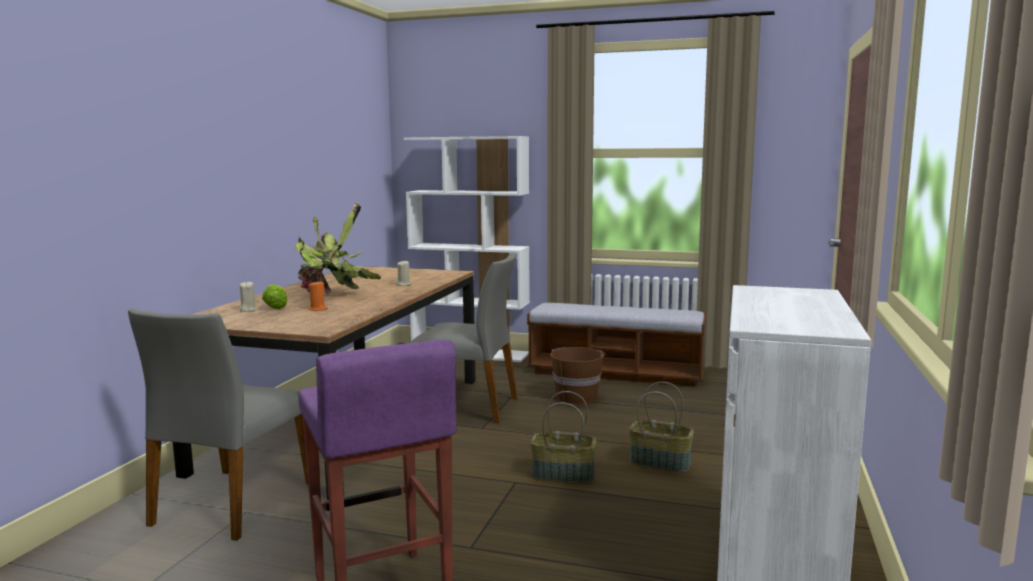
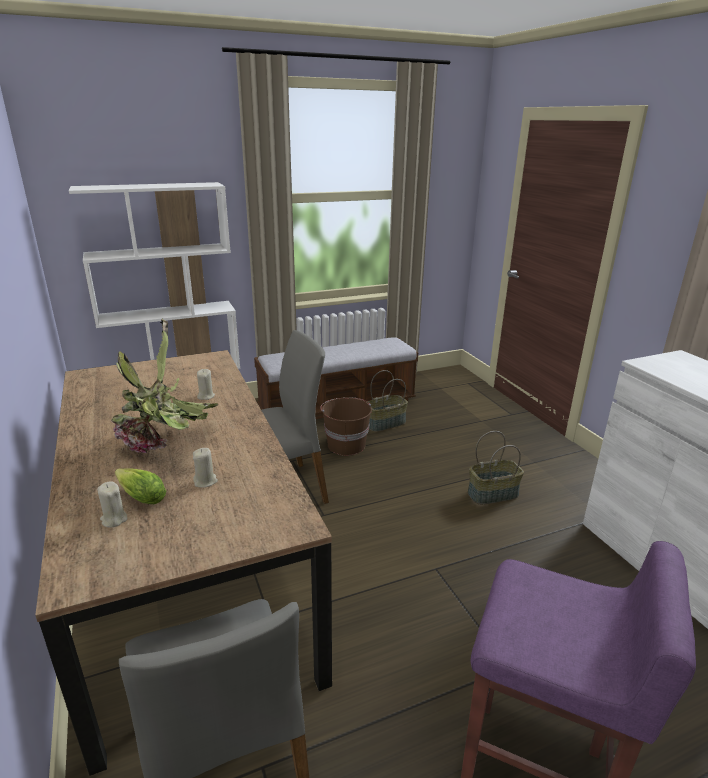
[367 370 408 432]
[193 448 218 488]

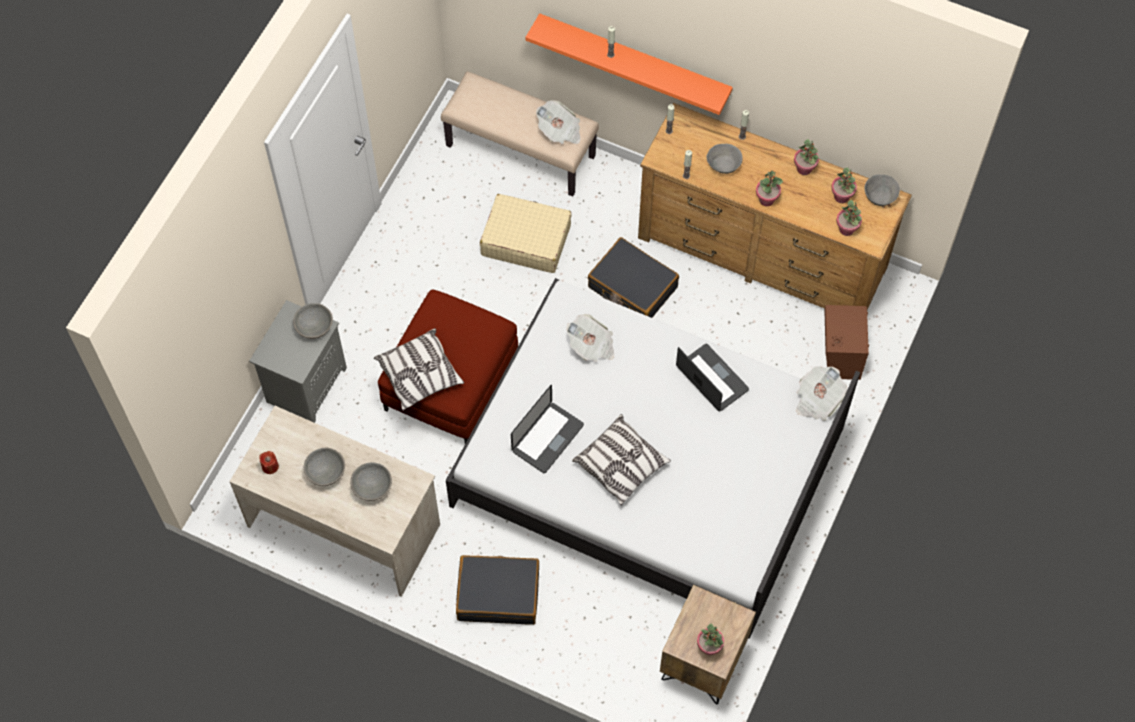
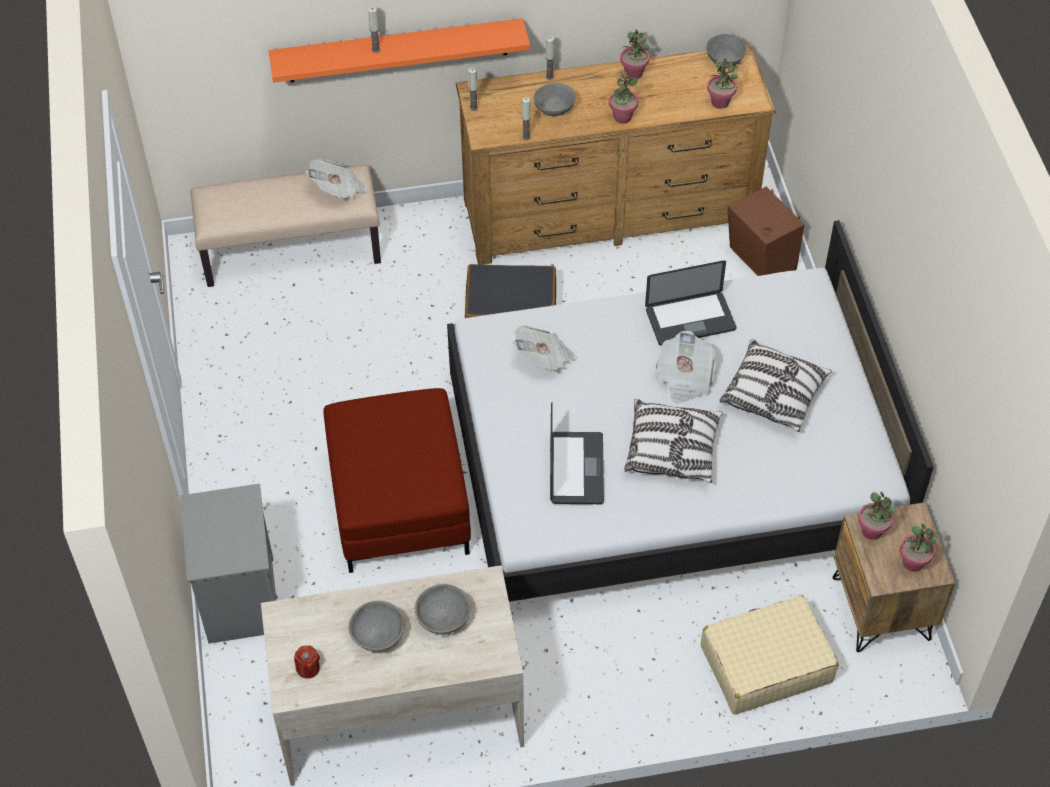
[293 303 333 339] (first image)
[456 555 539 625] (first image)
[719 339 832 432]
[701 595 839 715]
[656 331 717 404]
[858 491 895 540]
[645 260 736 345]

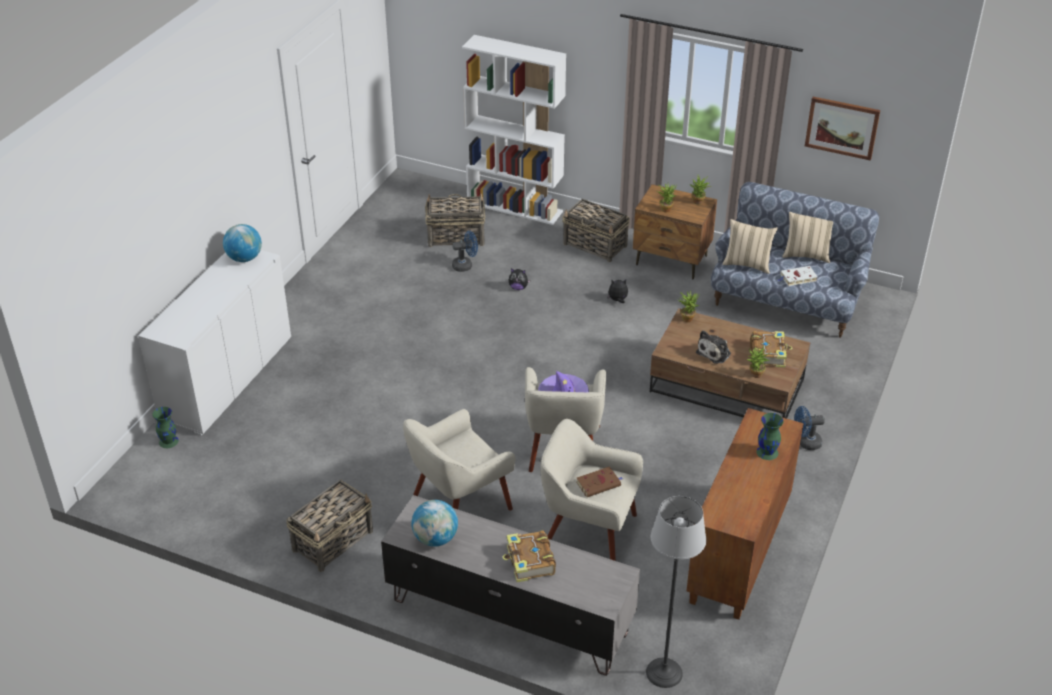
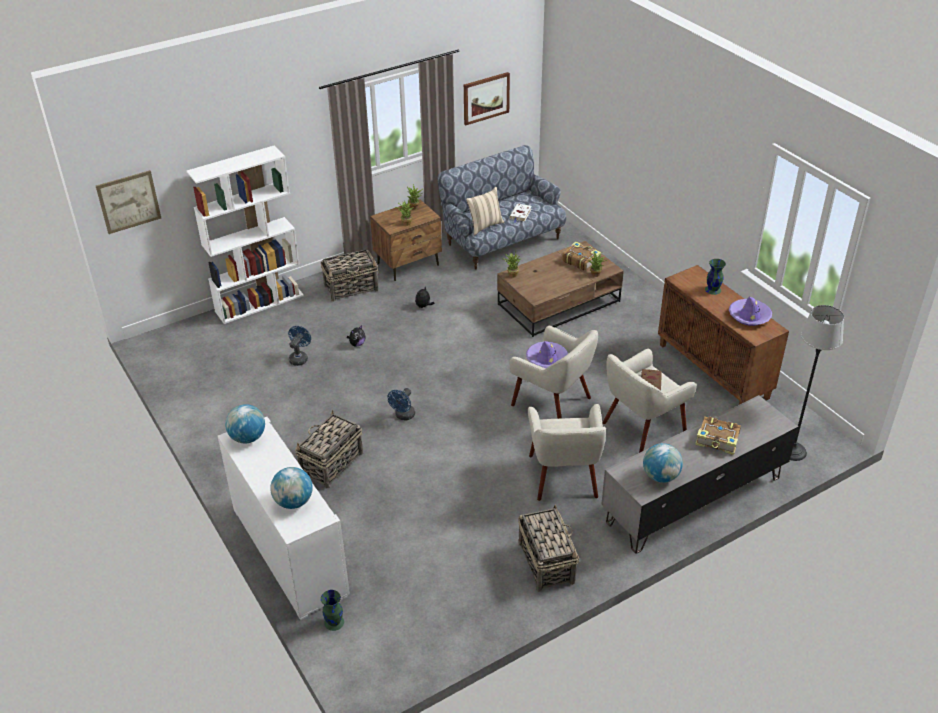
[696 330 731 364] (first image)
[782 212 833 263] (first image)
[96 170 161 234]
[270 467 313 509]
[729 296 772 326]
[295 410 363 488]
[387 388 415 421]

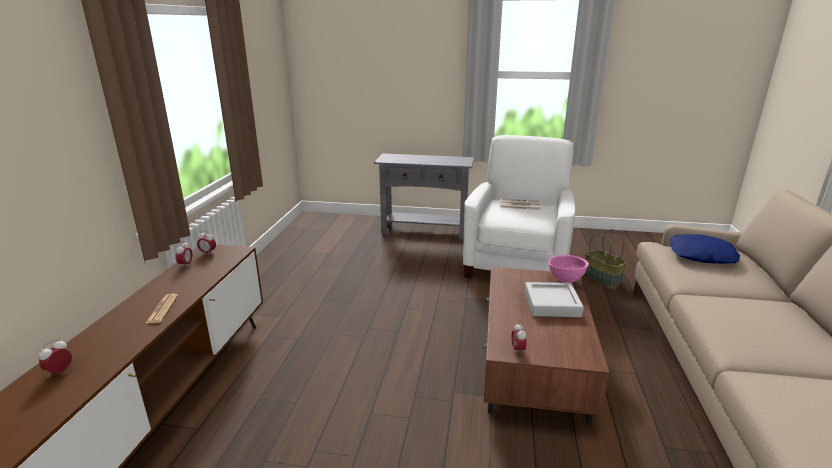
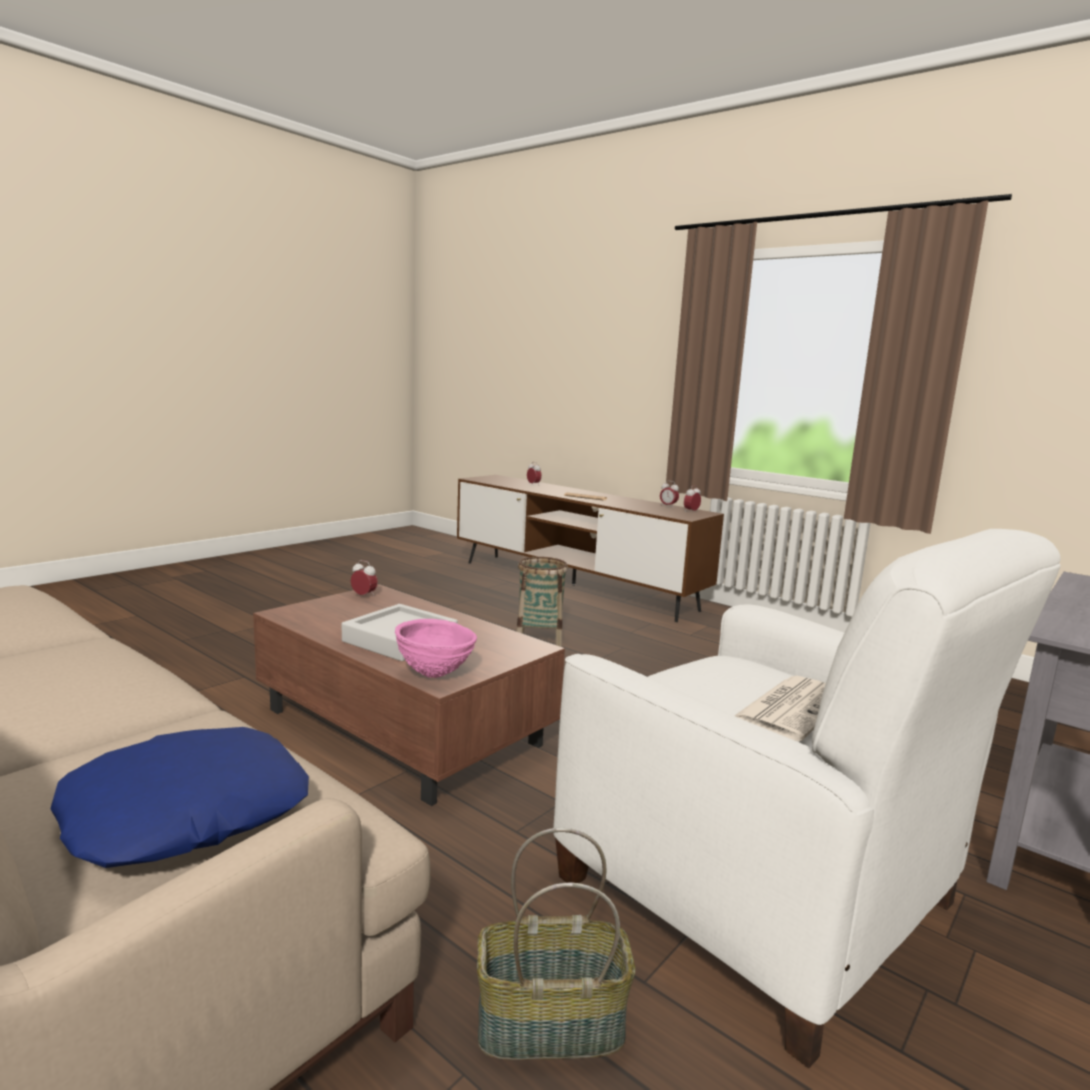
[516 557 568 647]

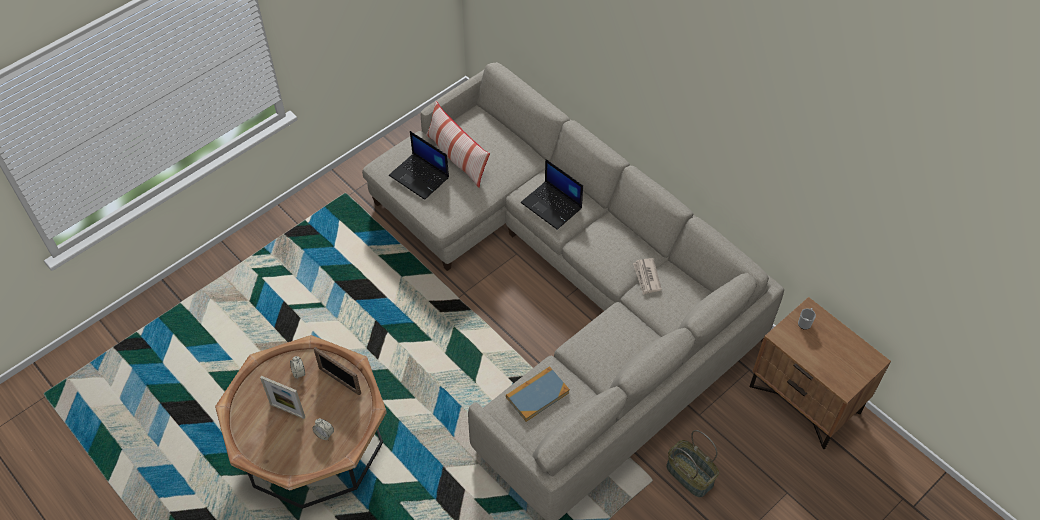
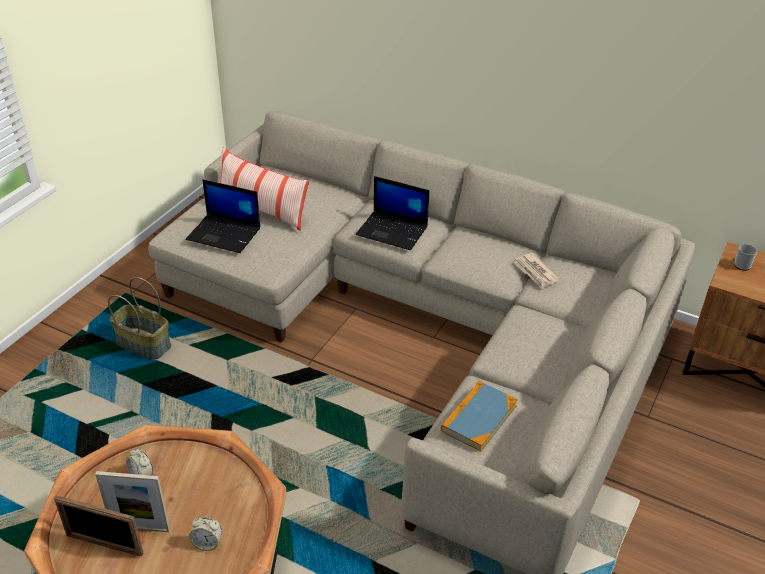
[54 496 144 556]
[108 277 171 360]

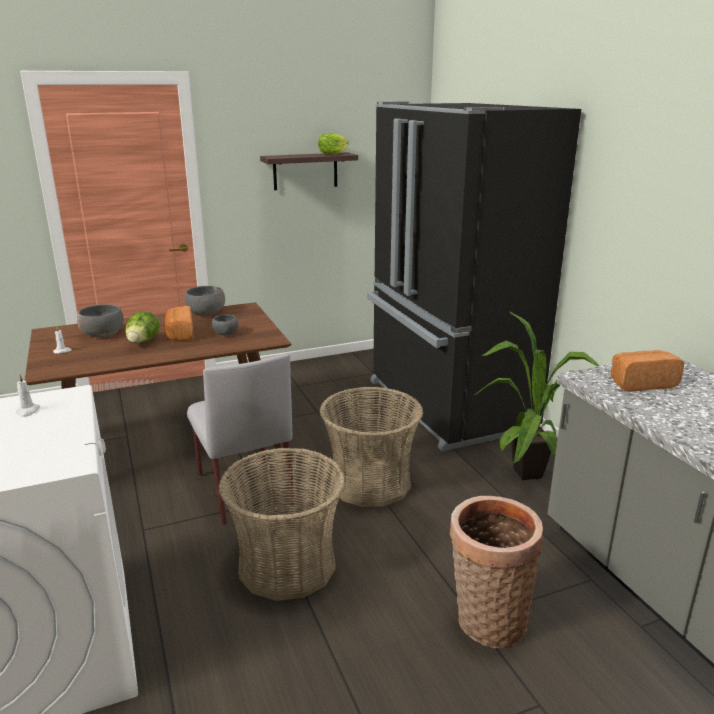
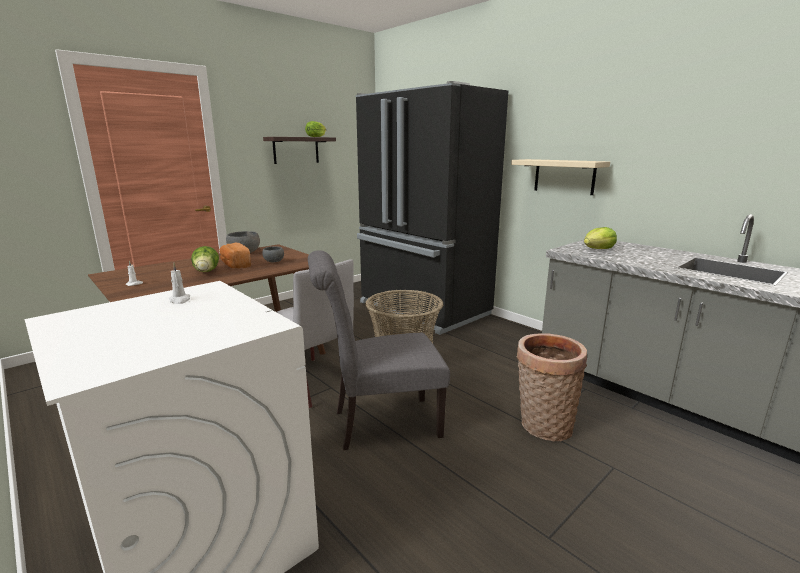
[77 304 124 338] (first image)
[475 312 599 480] (first image)
[511 159 610 195]
[308 250 450 450]
[584 227 617 249]

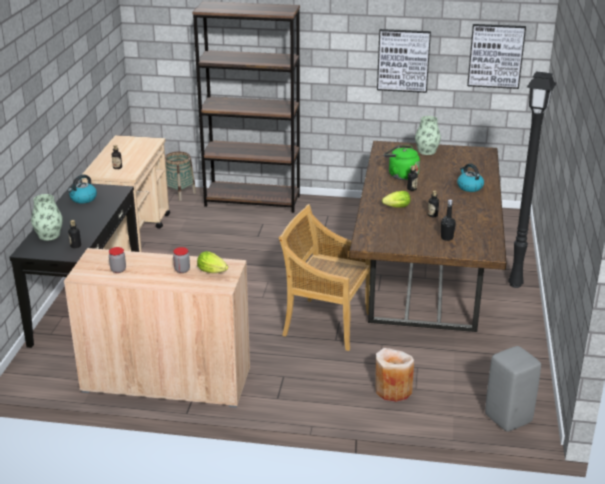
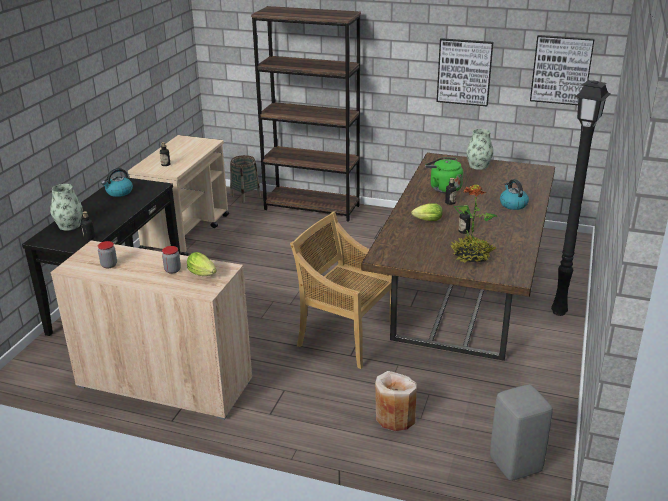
[450 184 497 263]

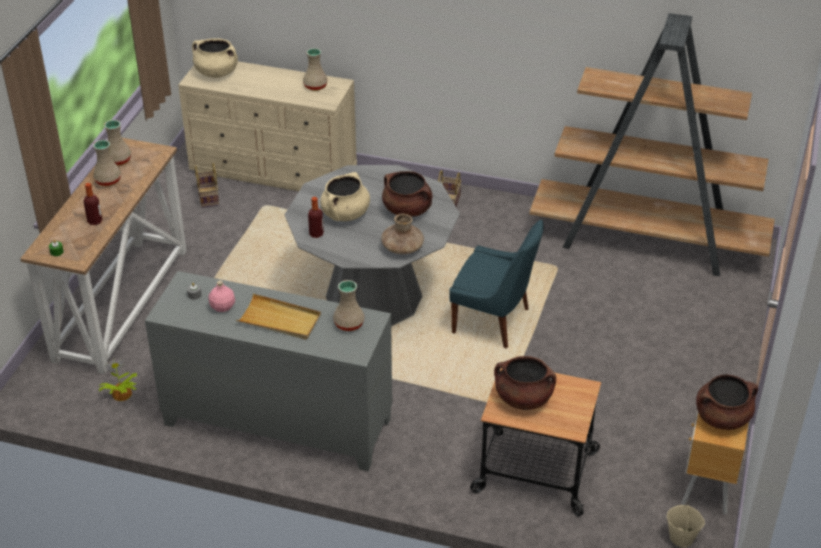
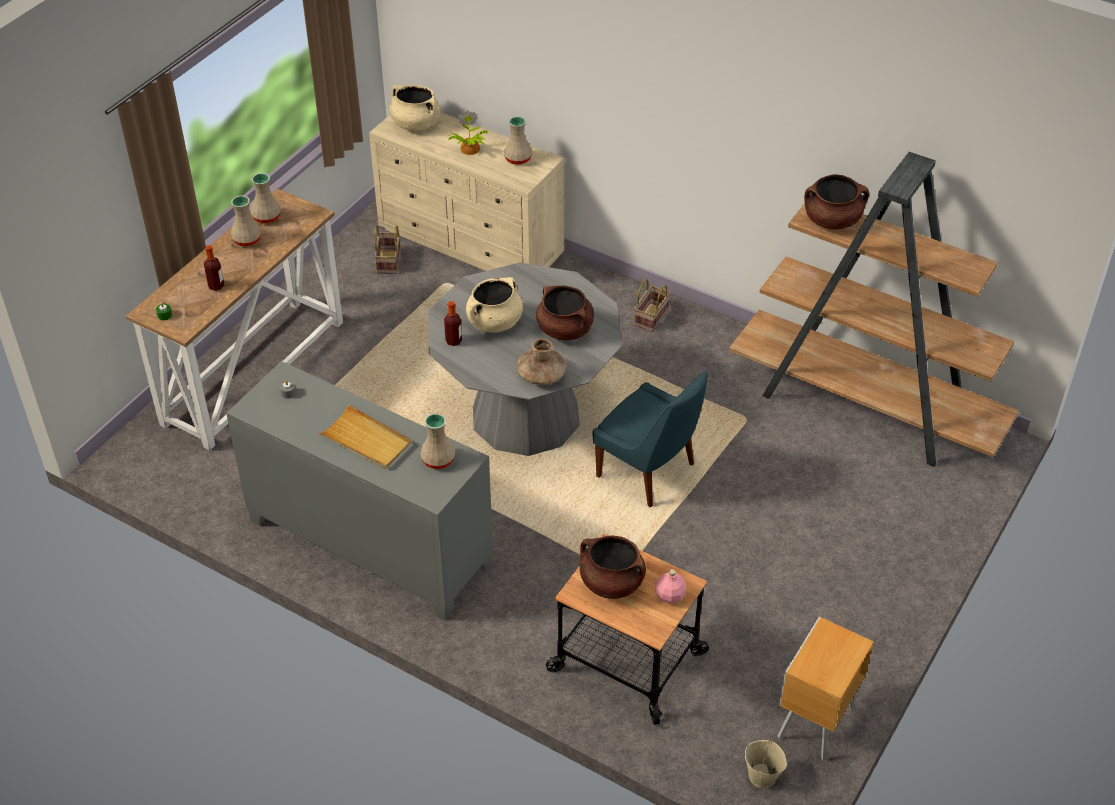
[448 110 488 155]
[656 569 686 604]
[804 174 869 230]

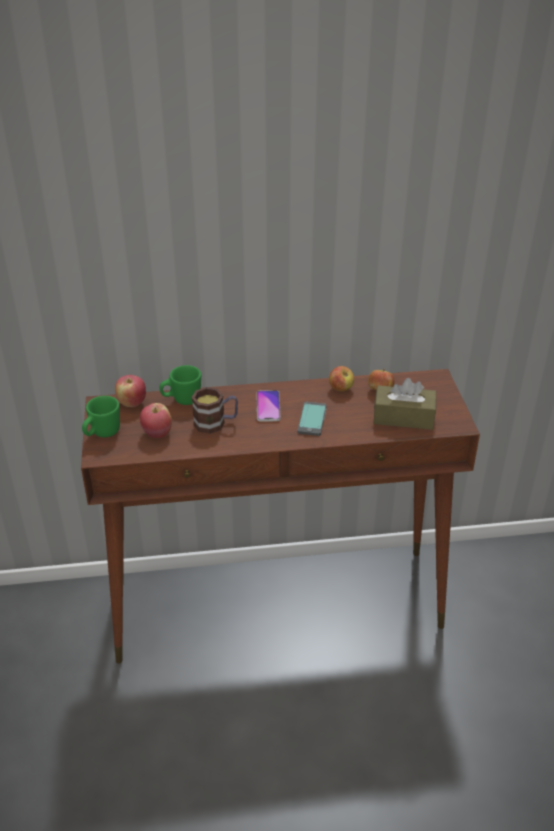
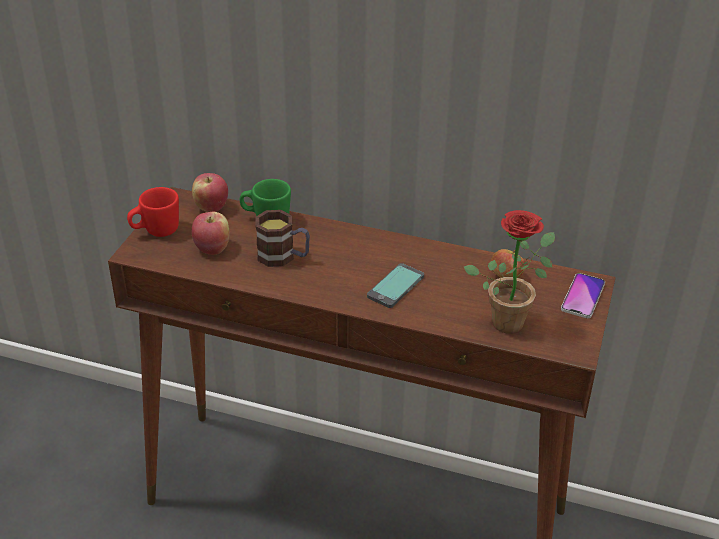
[329 366 354 391] (first image)
[561 273 605 318]
[464 210 555 334]
[127 187 179 237]

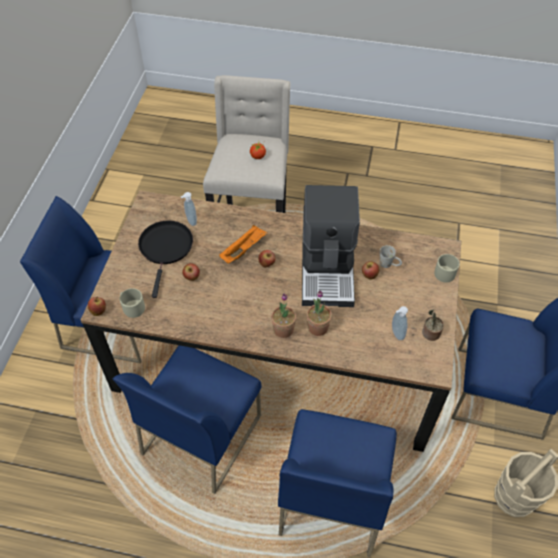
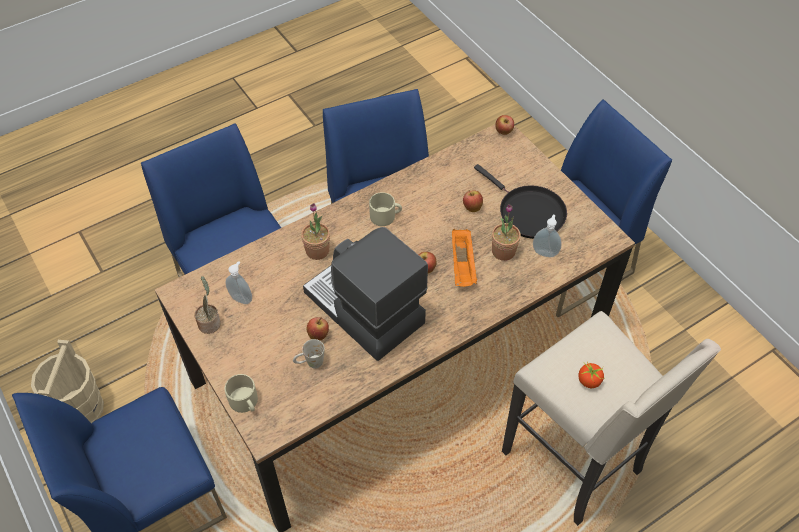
[369 192 402 226]
[492 204 521 261]

